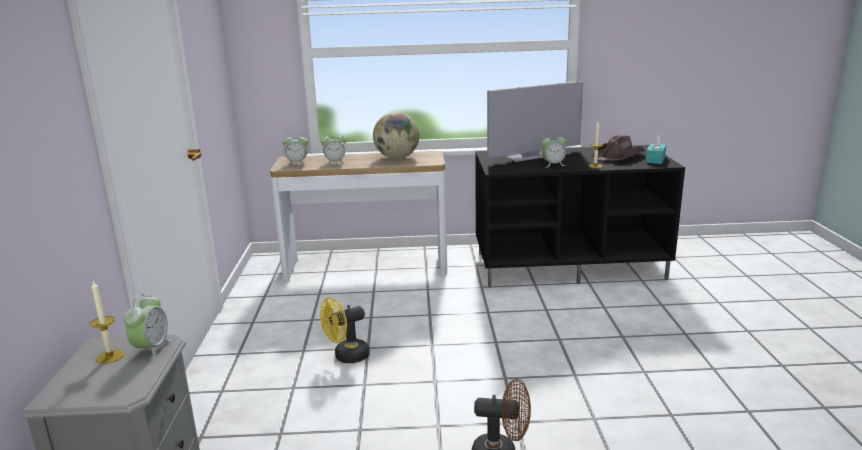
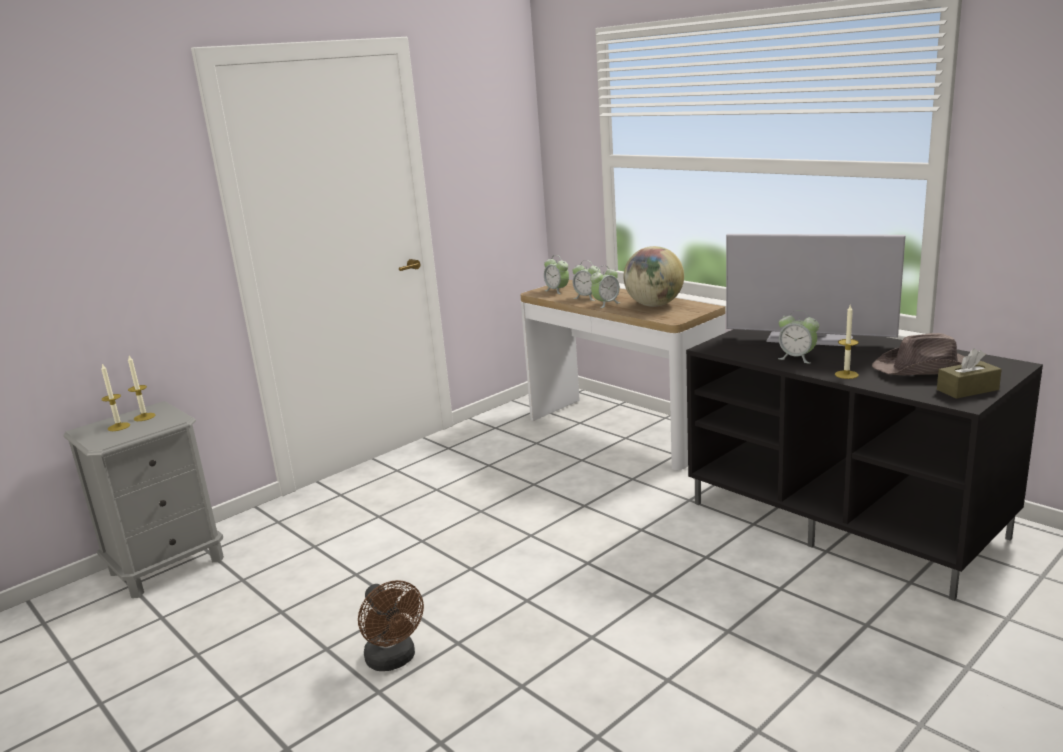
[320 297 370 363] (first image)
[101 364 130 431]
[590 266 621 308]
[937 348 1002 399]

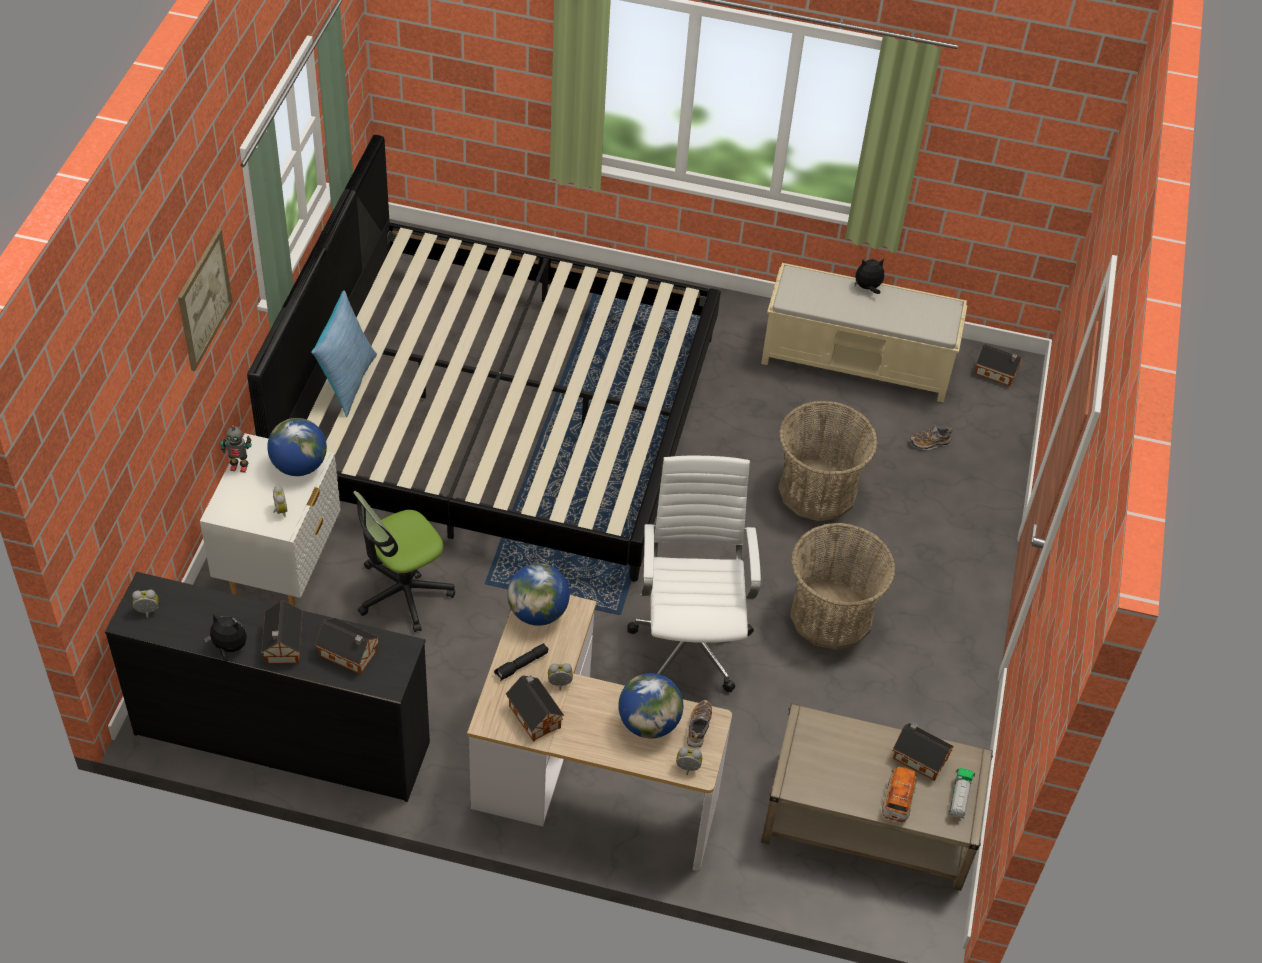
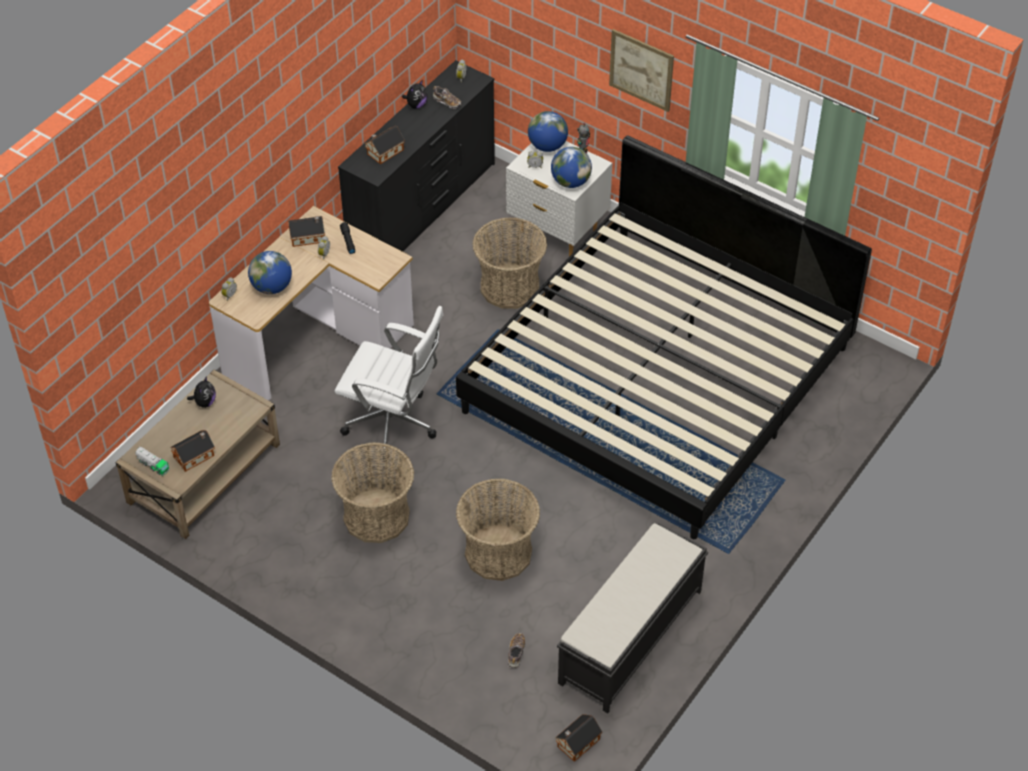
[262 600 303 664] (first image)
[311 290 377 417] (first image)
[882 766 918 822] (first image)
[528 111 568 152]
[433 86 462 109]
[187 376 216 408]
[472 217 547 309]
[557 523 708 713]

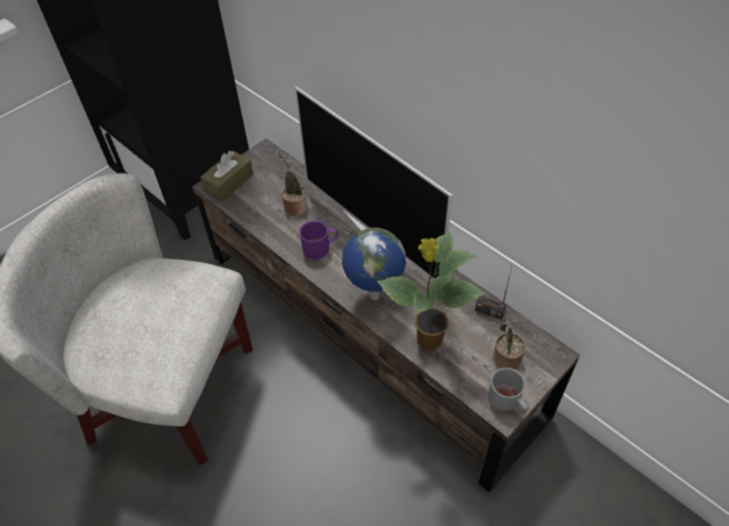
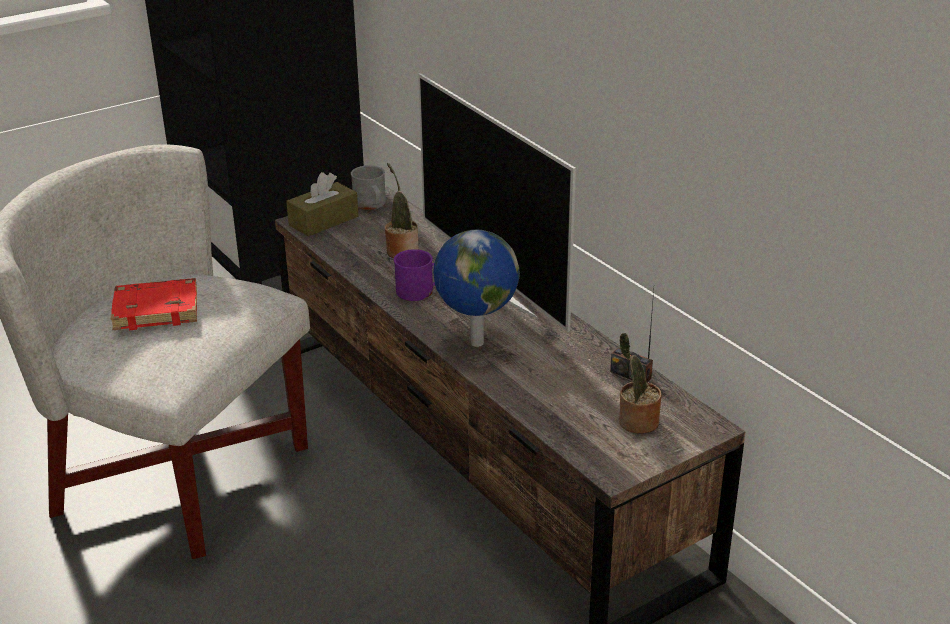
[377 232 486 350] (first image)
[110 278 197 330]
[351 165 386 210]

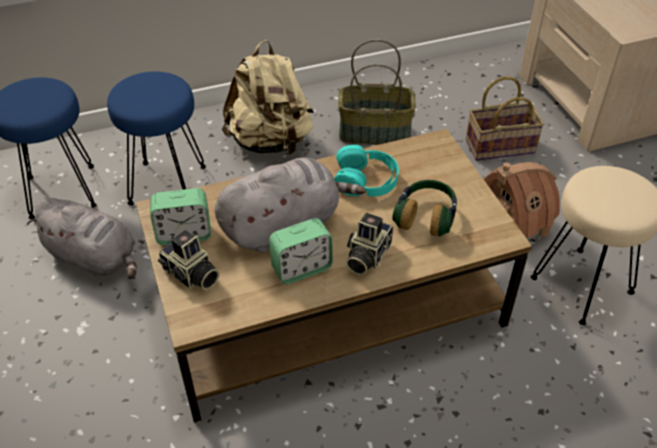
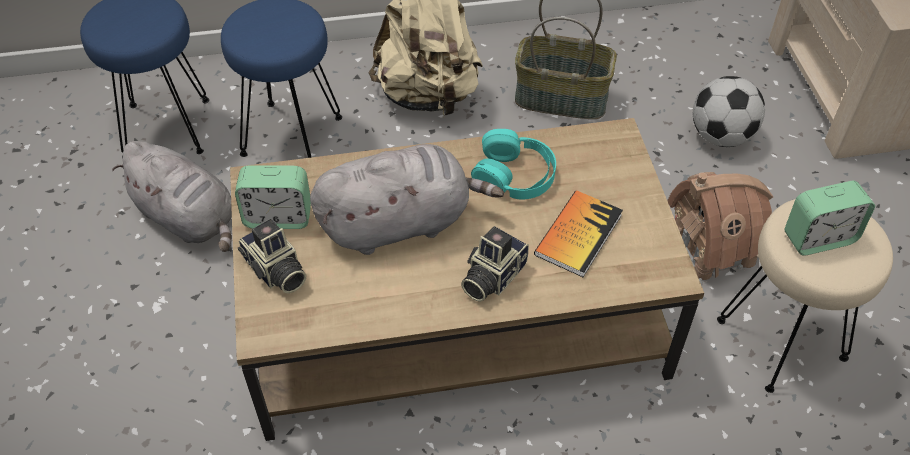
[785 181 875 256]
[534 190 623 277]
[693 76 765 147]

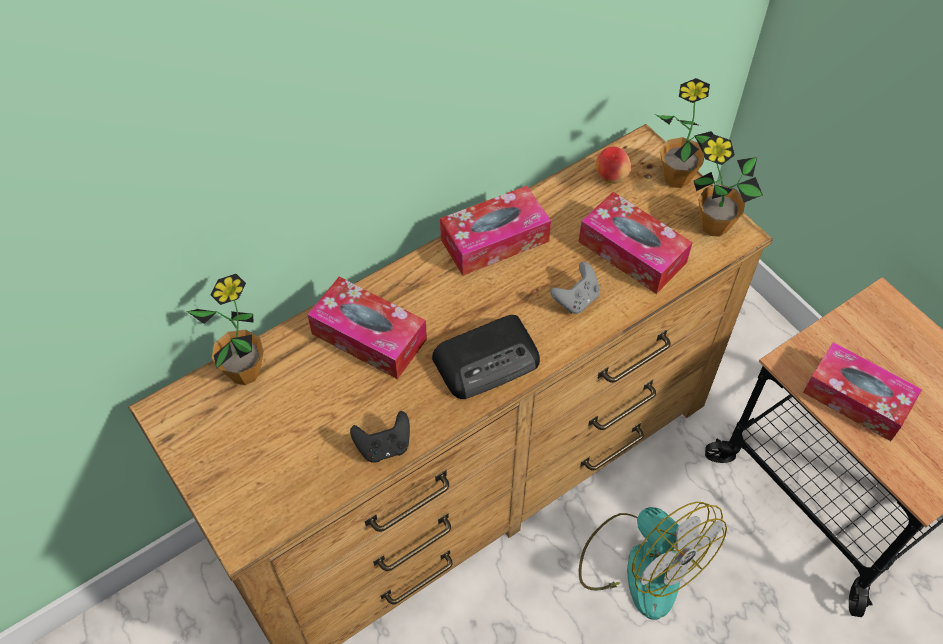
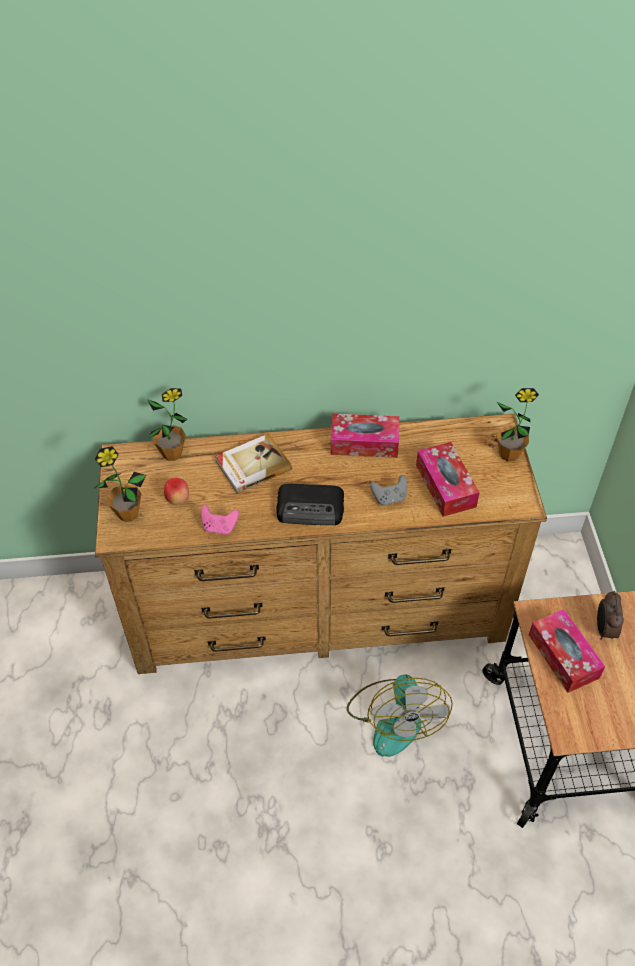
[597 591 624 640]
[164 478 189 506]
[94 446 146 522]
[215 433 292 493]
[201 505 239 535]

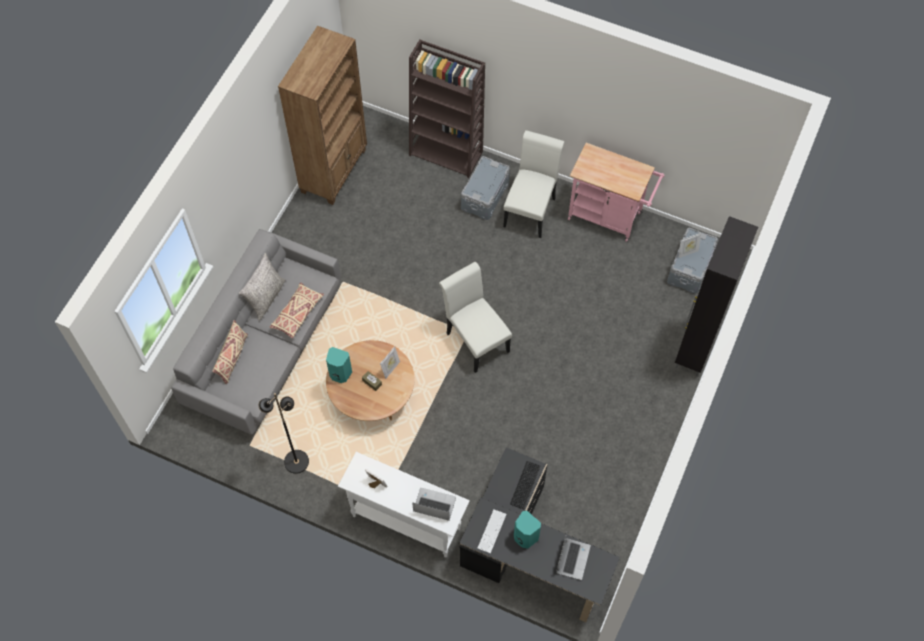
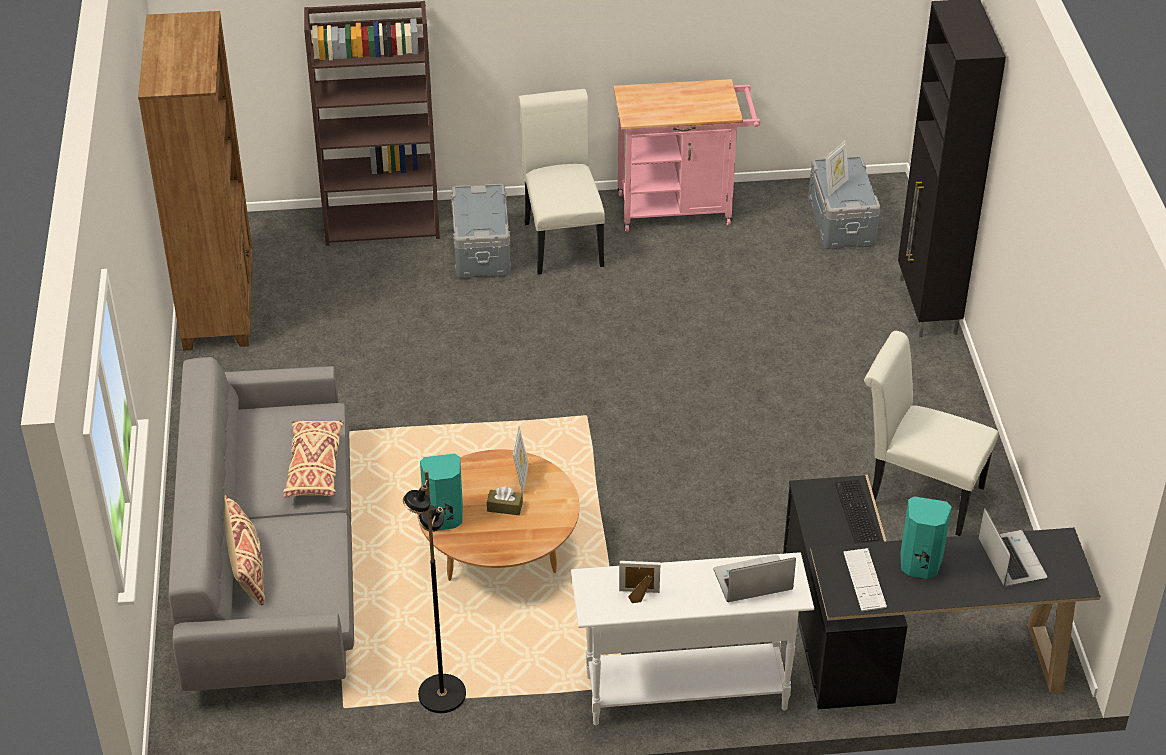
[238 253 285 321] (first image)
[864 331 999 536]

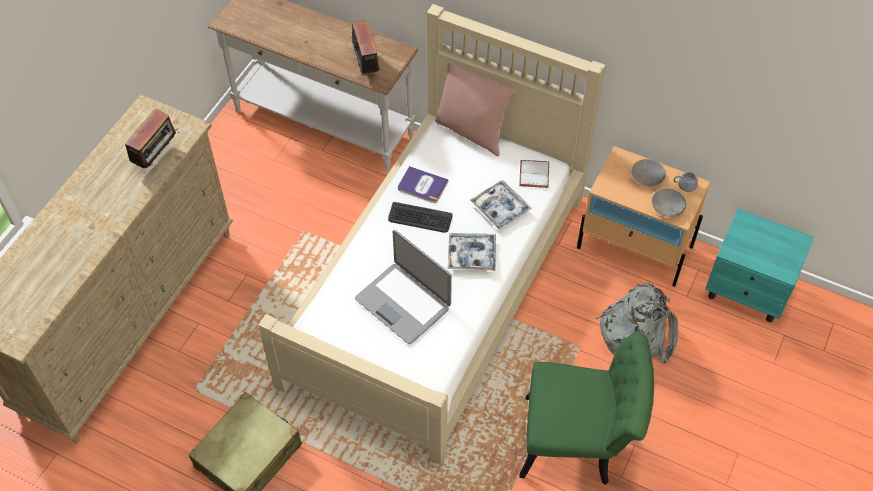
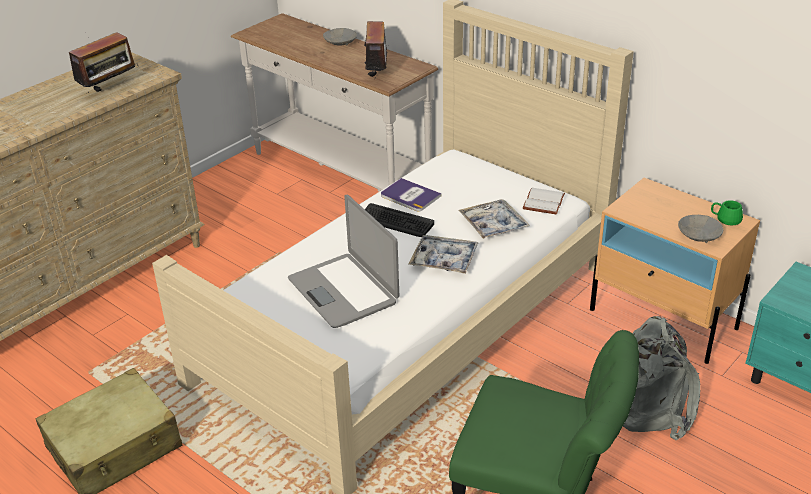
[435 63 517 156] (first image)
[323 28 357 46]
[711 200 743 225]

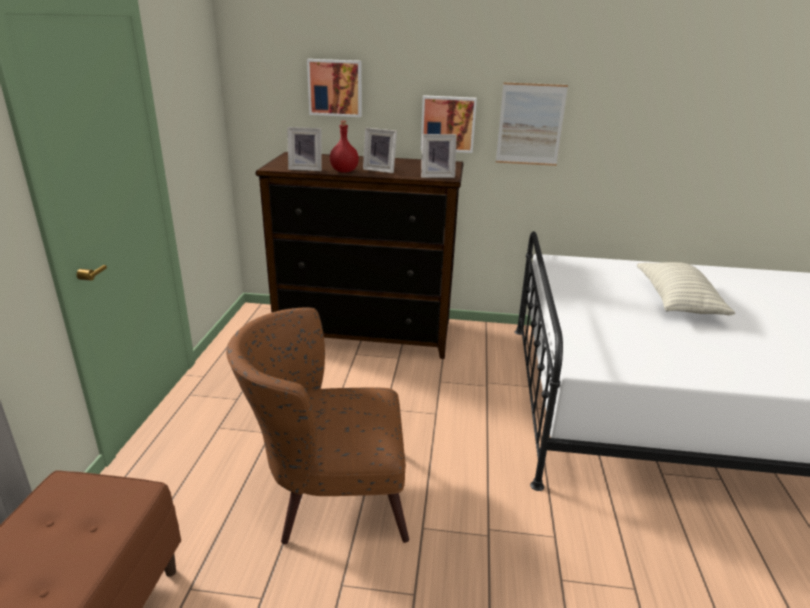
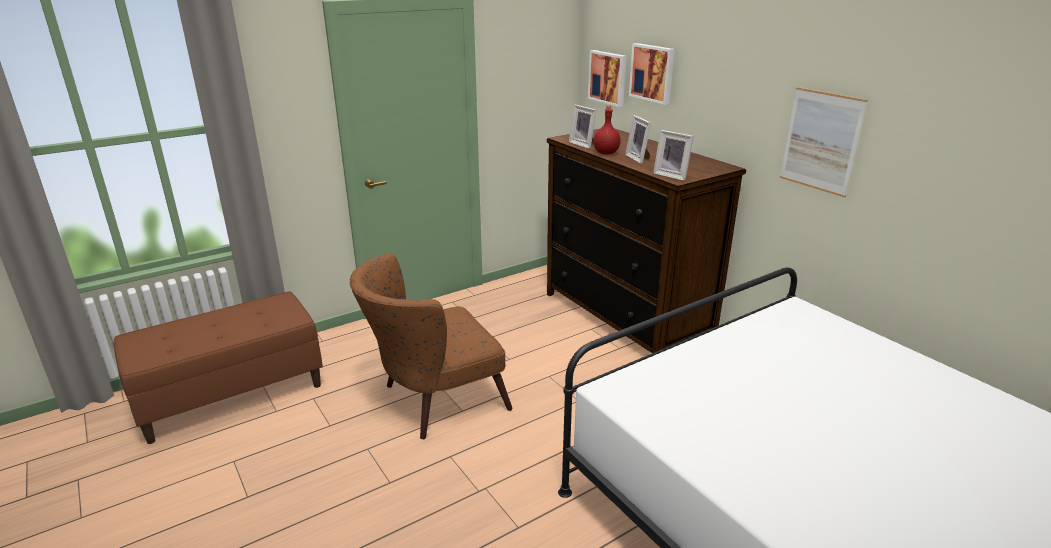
[637 262 735 315] (first image)
[588 50 626 107]
[350 254 513 439]

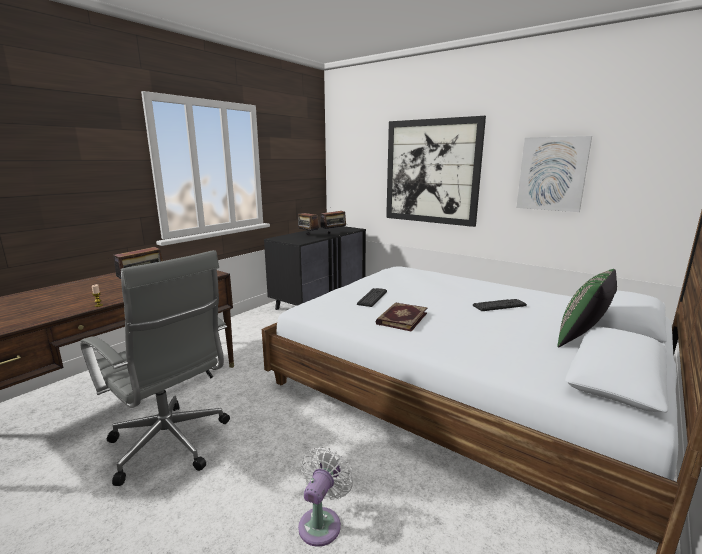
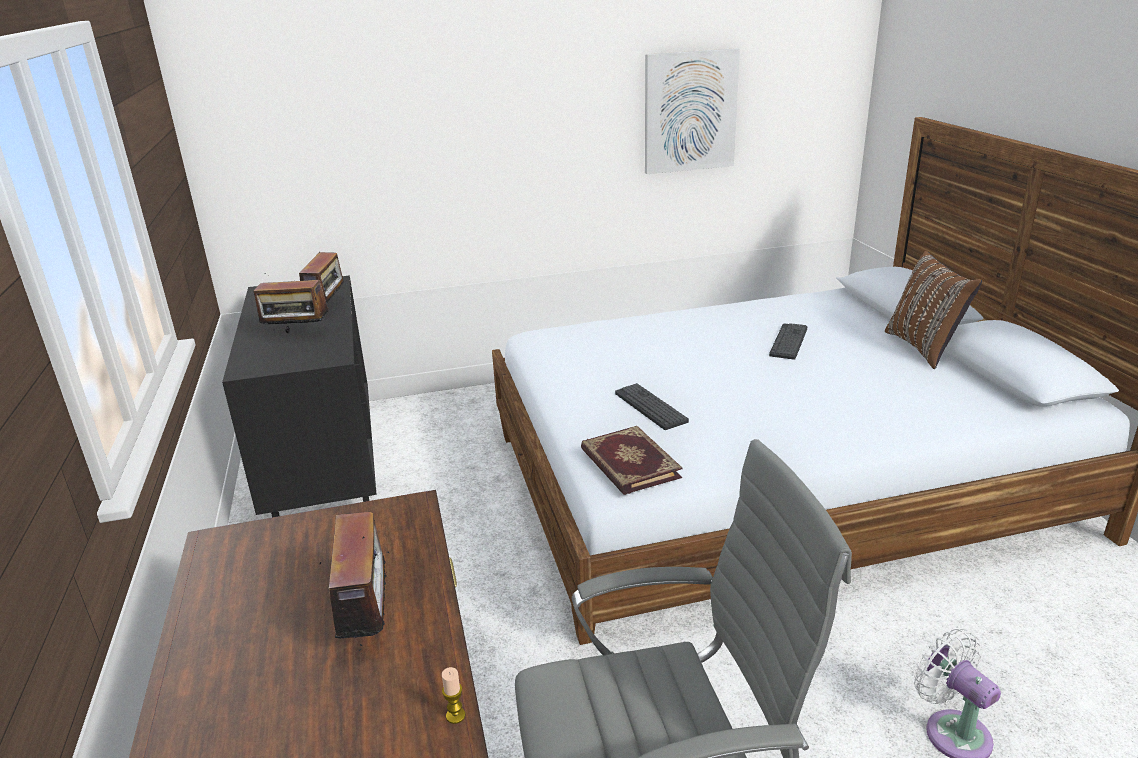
[386 116 486 227] (first image)
[581 426 682 495]
[885 251 982 369]

